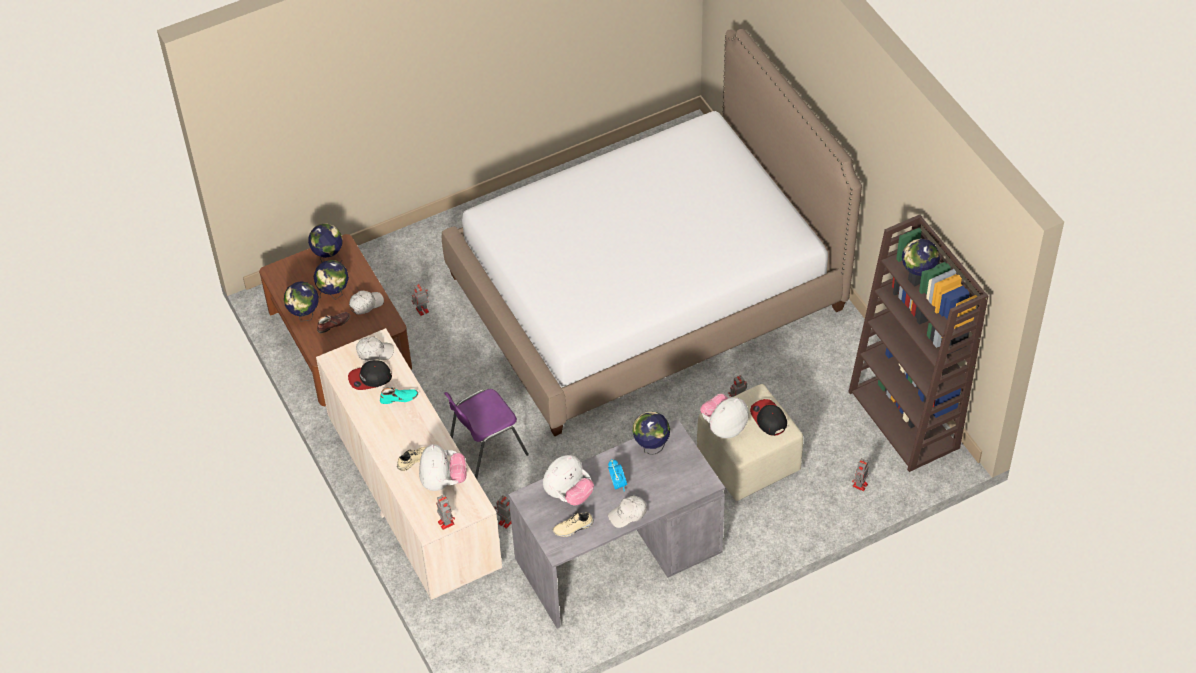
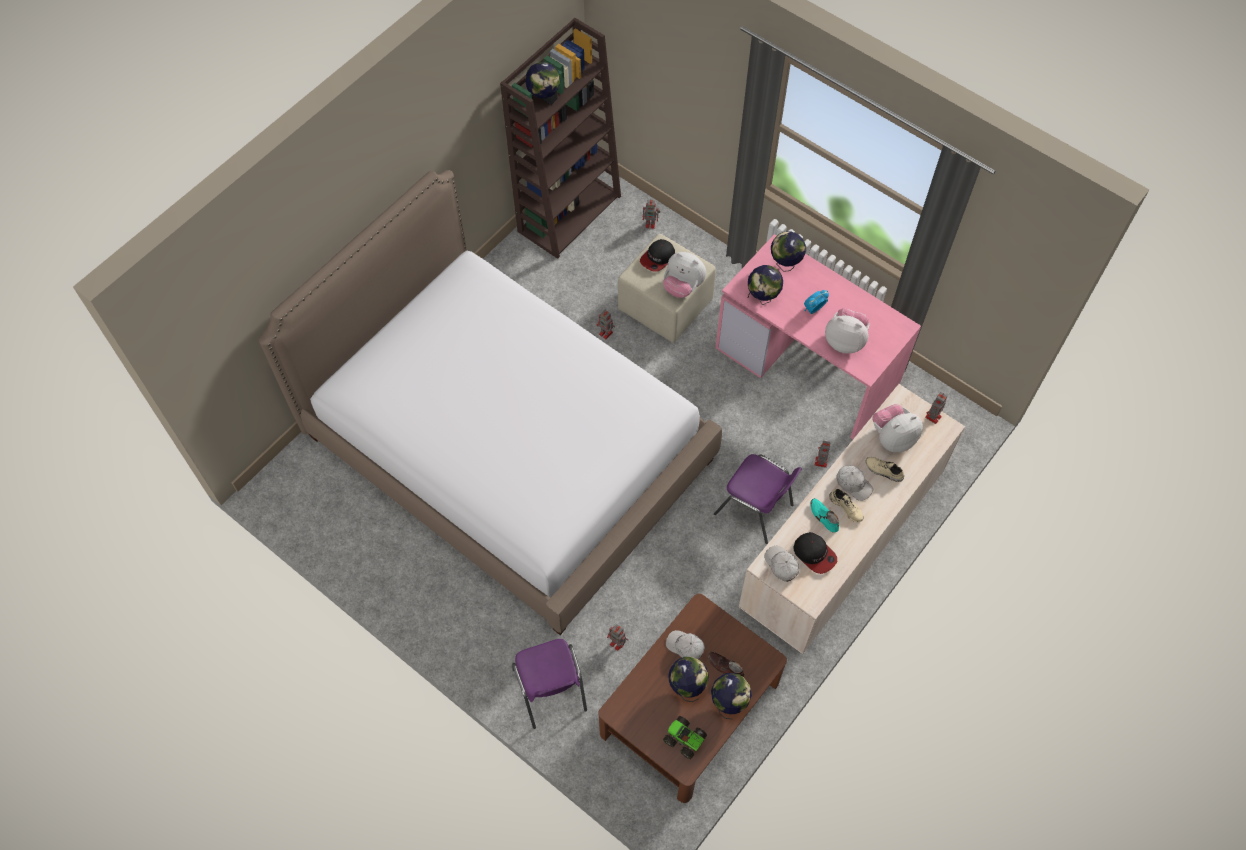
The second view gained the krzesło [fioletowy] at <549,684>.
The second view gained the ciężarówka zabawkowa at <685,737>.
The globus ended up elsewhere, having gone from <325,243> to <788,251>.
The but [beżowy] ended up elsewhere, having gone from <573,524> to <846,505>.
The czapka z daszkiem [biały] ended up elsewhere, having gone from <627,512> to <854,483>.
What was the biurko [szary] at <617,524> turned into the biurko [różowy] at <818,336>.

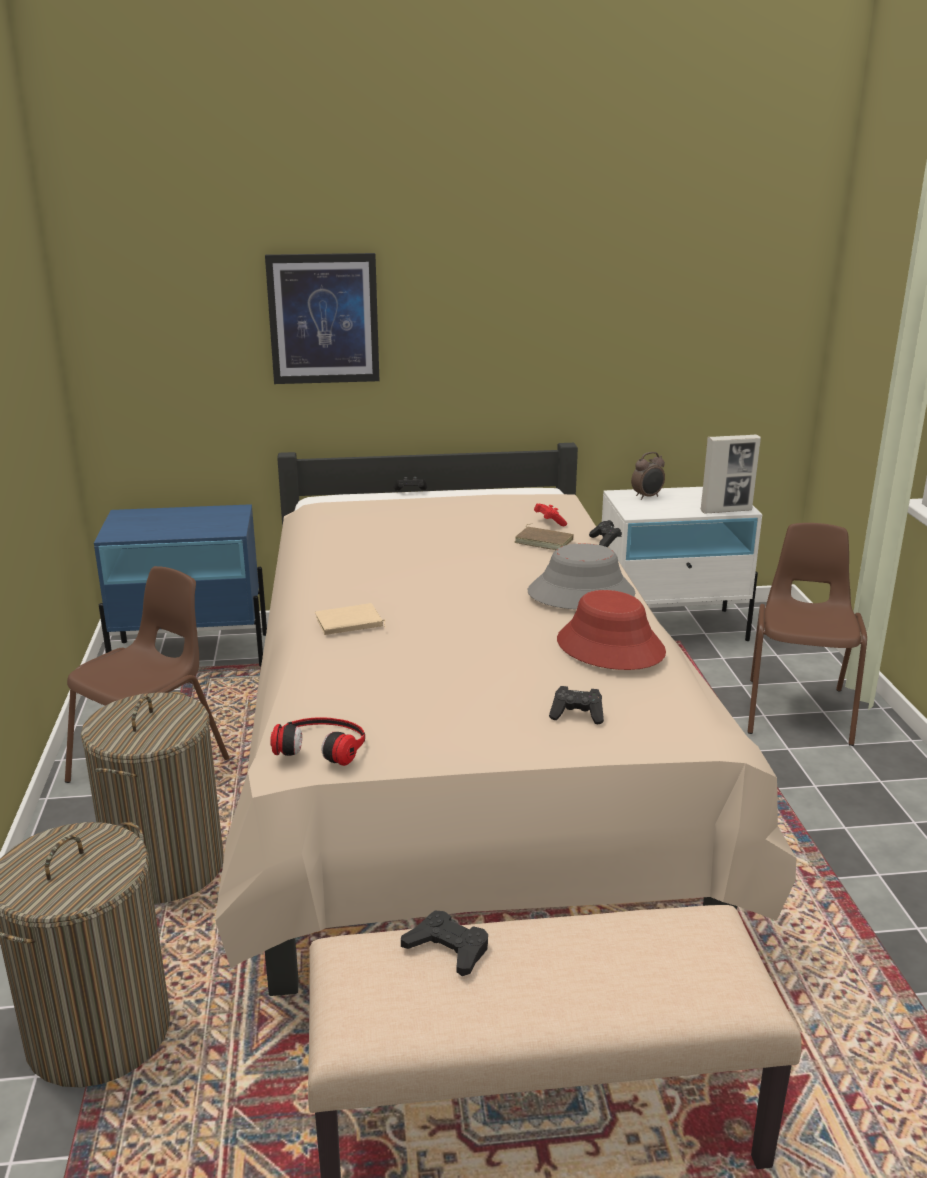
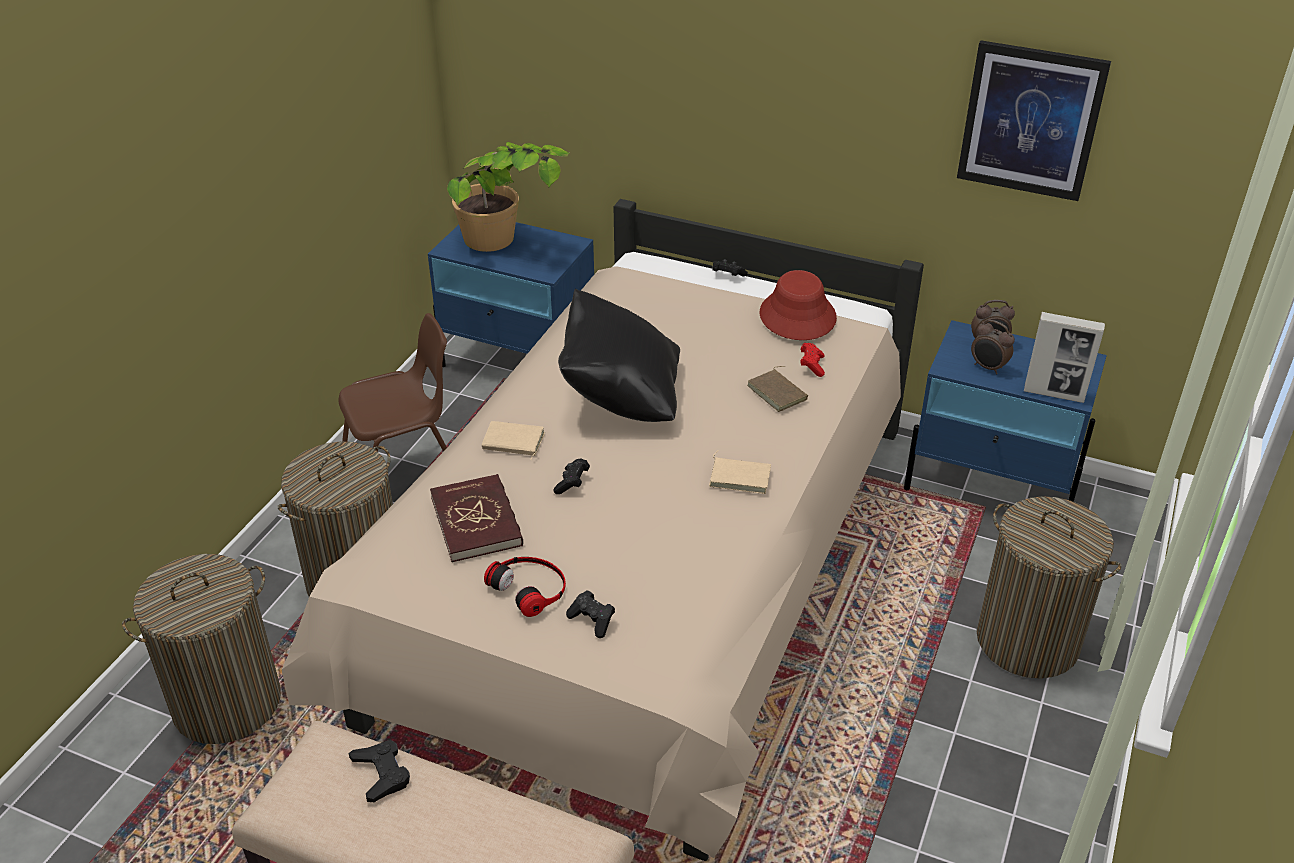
The second view gained the książka [czerwony] at <476,518>.
The second view gained the roślina doniczkowa at <508,197>.
The second view gained the poduszka [czarny] at <619,355>.
The second view gained the budzik at <993,347>.
The obraz ended up elsewhere, having gone from <322,318> to <1034,120>.
The słuchawki ended up elsewhere, having gone from <317,741> to <525,587>.
The kapelusz [czerwony] ended up elsewhere, having gone from <611,630> to <798,305>.
The pad do gier [czarny] ended up elsewhere, having gone from <605,533> to <571,476>.
Where the kapelusz [szary] stood at <581,576>, the książka [beżowy] came to stand at <740,472>.
Where the krzesło [brązowy] stood at <807,634>, the kosz na pranie came to stand at <1049,587>.
What was the szafka nocna [biały] at <682,564> turned into the szafka nocna [niebieski] at <1005,411>.

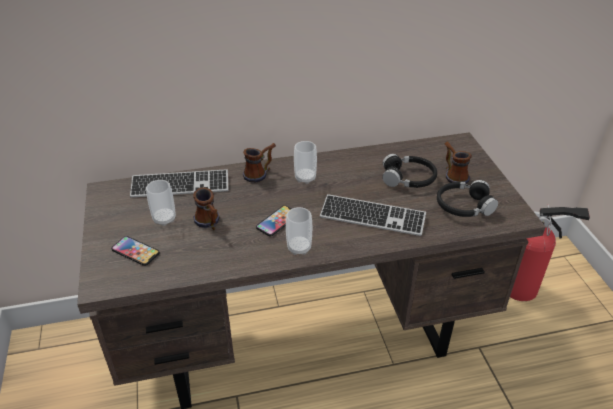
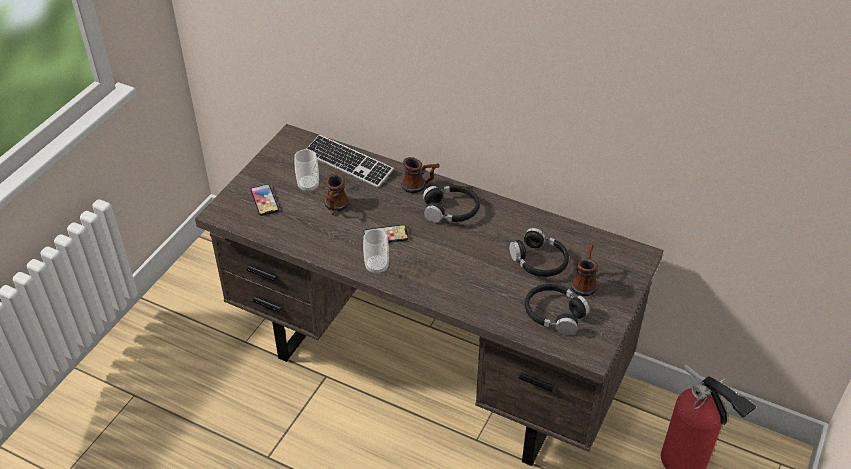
The second view lost the klawiatura at <373,215>.
Where the filiżanka stood at <305,162>, the słuchawki [czarny] came to stand at <451,204>.

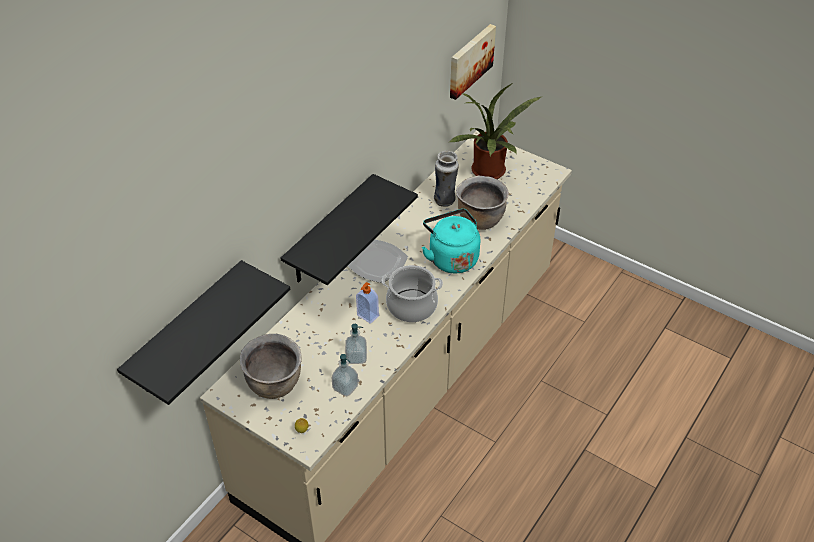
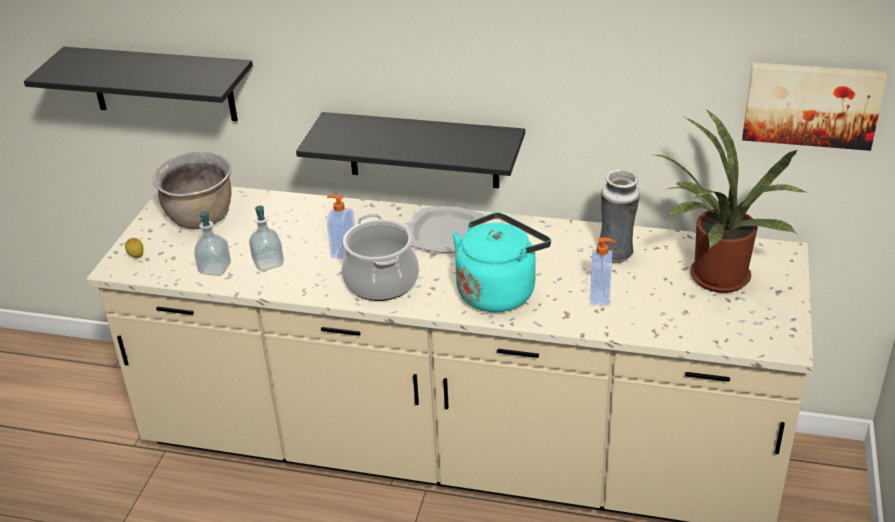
Where the garnek [brązowy] stood at <482,203>, the dozownik mydła came to stand at <602,271>.

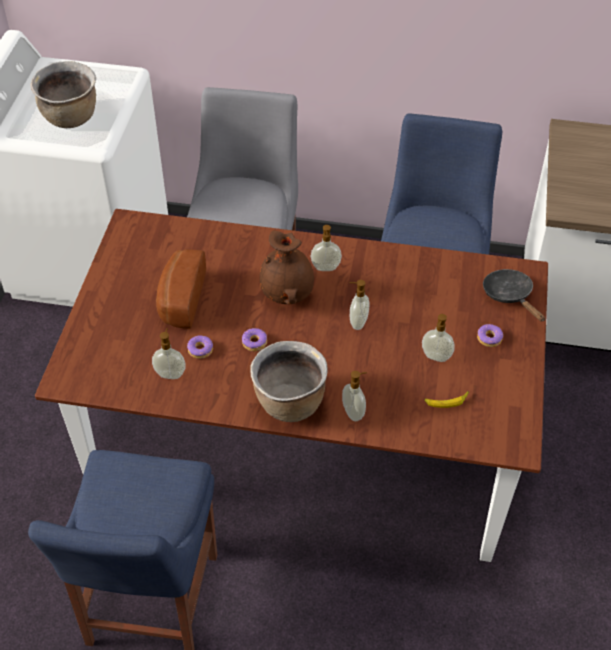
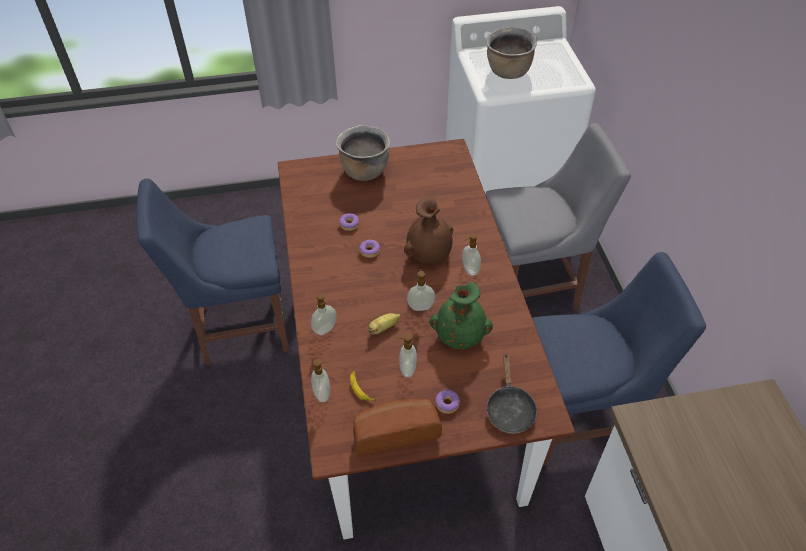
The second view gained the banan at <384,323>.
The second view gained the wazon [zielony] at <461,315>.
The dozownik mydła ended up elsewhere, having gone from <169,353> to <320,380>.
The chleb ended up elsewhere, having gone from <181,289> to <397,427>.
The garnek [brązowy] ended up elsewhere, having gone from <289,381> to <363,153>.
The patelnia [czarny] at <514,295> ended up facing another way, 135 degrees clockwise from before.

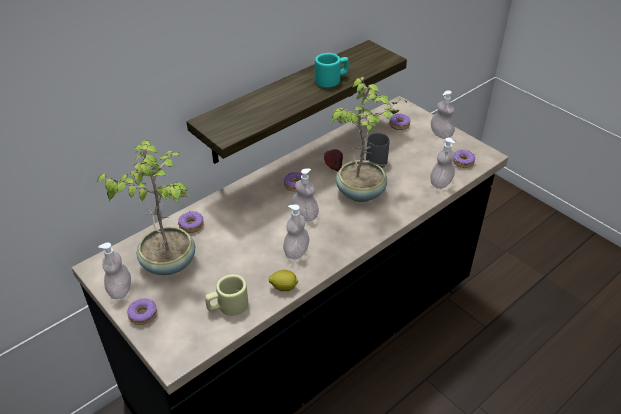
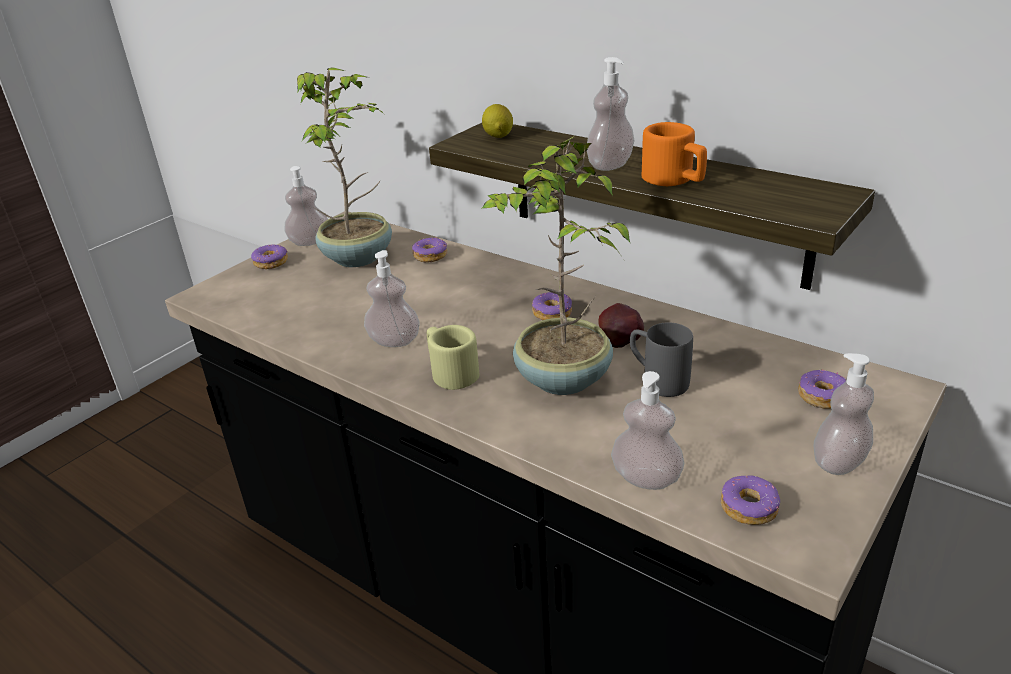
The kubek [beżowy] ended up elsewhere, having gone from <226,295> to <453,357>.
The cytryna ended up elsewhere, having gone from <283,280> to <497,121>.
The dozownik mydła ended up elsewhere, having gone from <305,195> to <610,114>.
What was the kubek [turkusowy] at <332,70> turned into the kubek [pomarańczowy] at <674,154>.

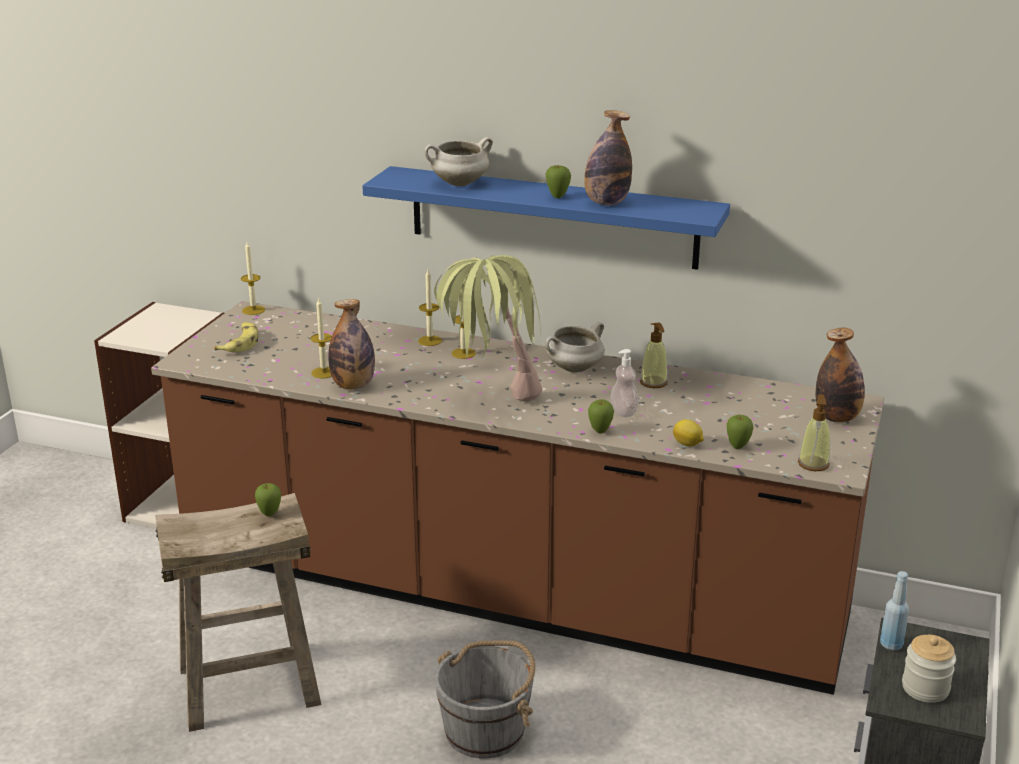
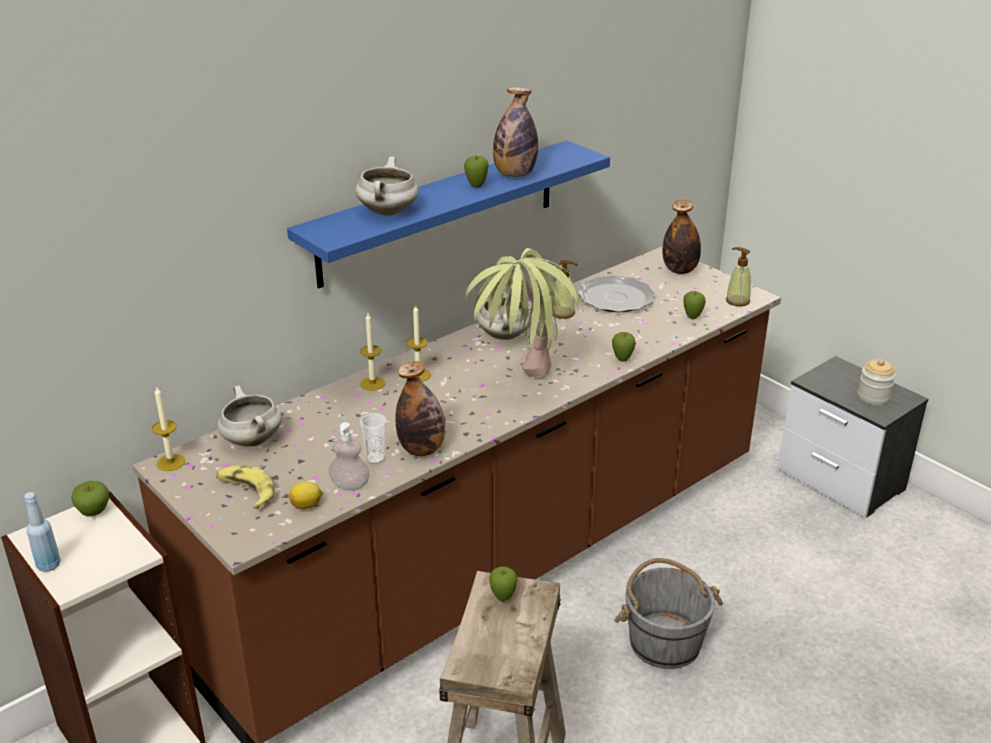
The second view gained the jabłko at <90,498>.
The second view gained the garnek [biały] at <249,416>.
The second view gained the talerz at <616,293>.
The dozownik mydła ended up elsewhere, having gone from <624,383> to <349,456>.
The cytryna ended up elsewhere, having gone from <688,432> to <306,495>.
The butelka [niebieski] ended up elsewhere, having gone from <894,611> to <42,532>.
Where the świeca stood at <321,337>, the filiżanka came to stand at <373,438>.

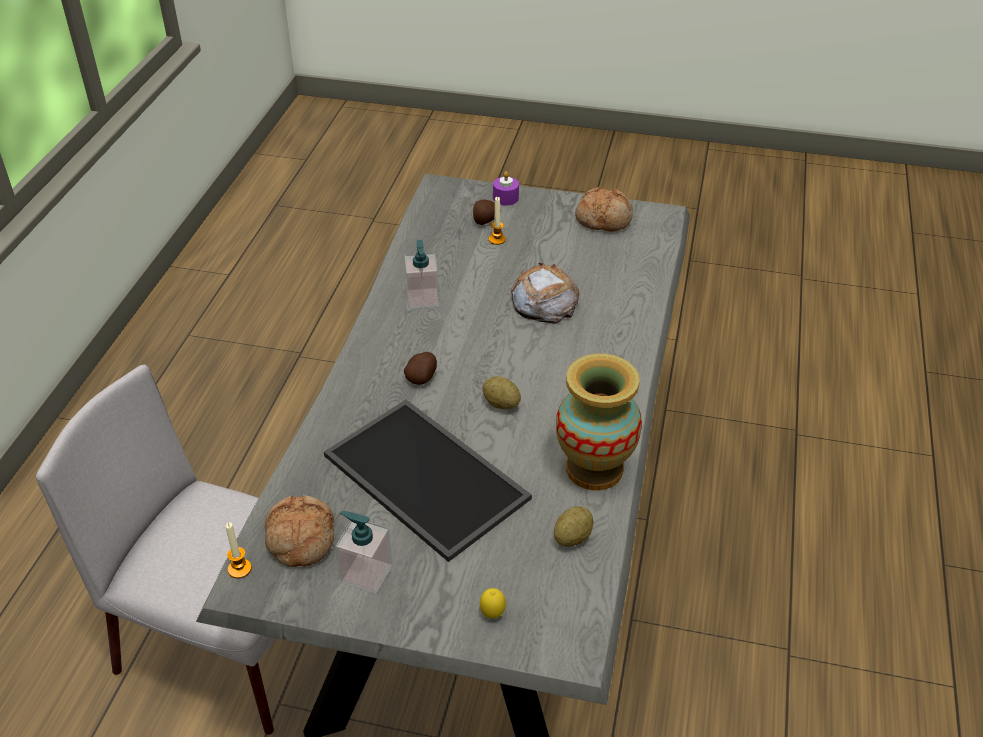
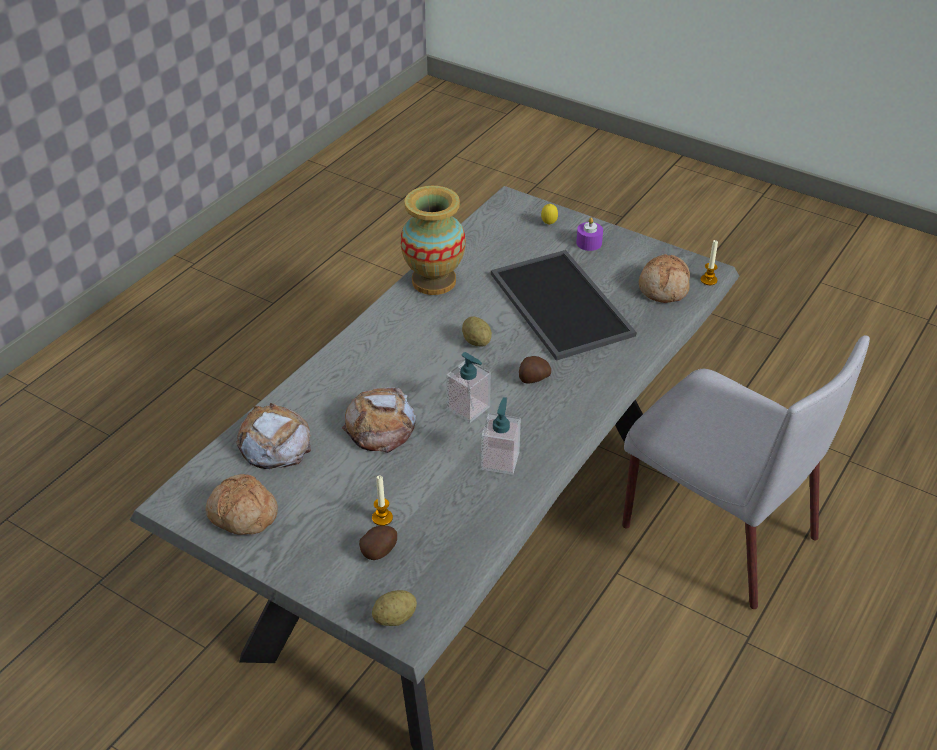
The second view gained the chleb at <273,436>.
The dozownik mydła ended up elsewhere, having gone from <364,552> to <468,387>.
The świeca [fioletowy] ended up elsewhere, having gone from <506,188> to <589,234>.
The ziemniak ended up elsewhere, having gone from <573,527> to <394,608>.

